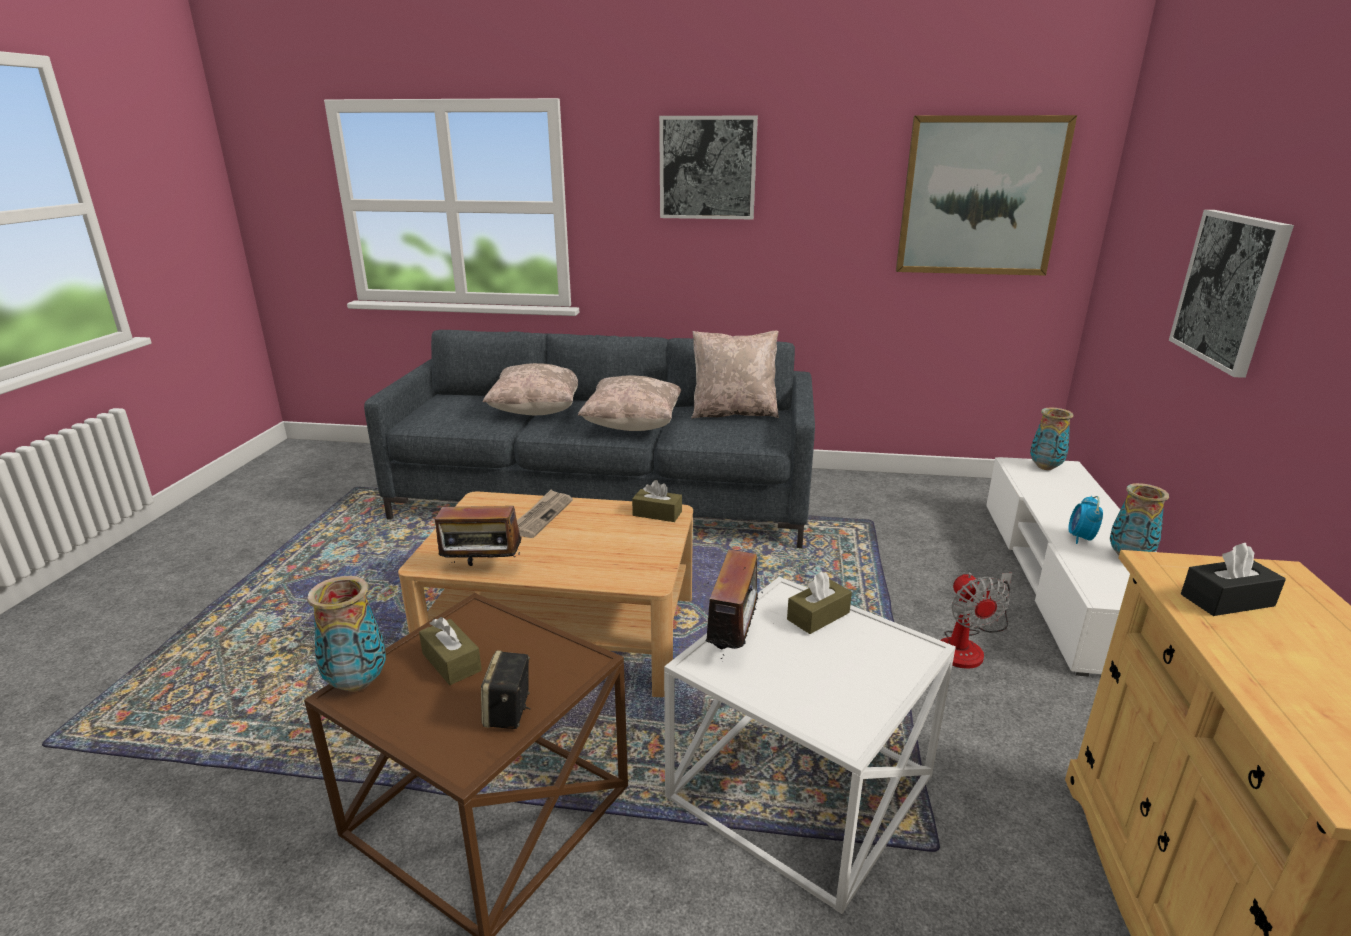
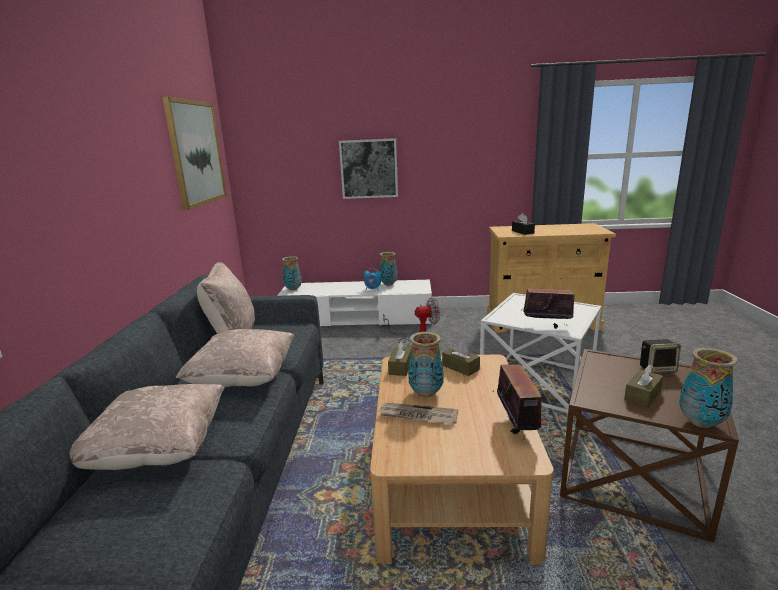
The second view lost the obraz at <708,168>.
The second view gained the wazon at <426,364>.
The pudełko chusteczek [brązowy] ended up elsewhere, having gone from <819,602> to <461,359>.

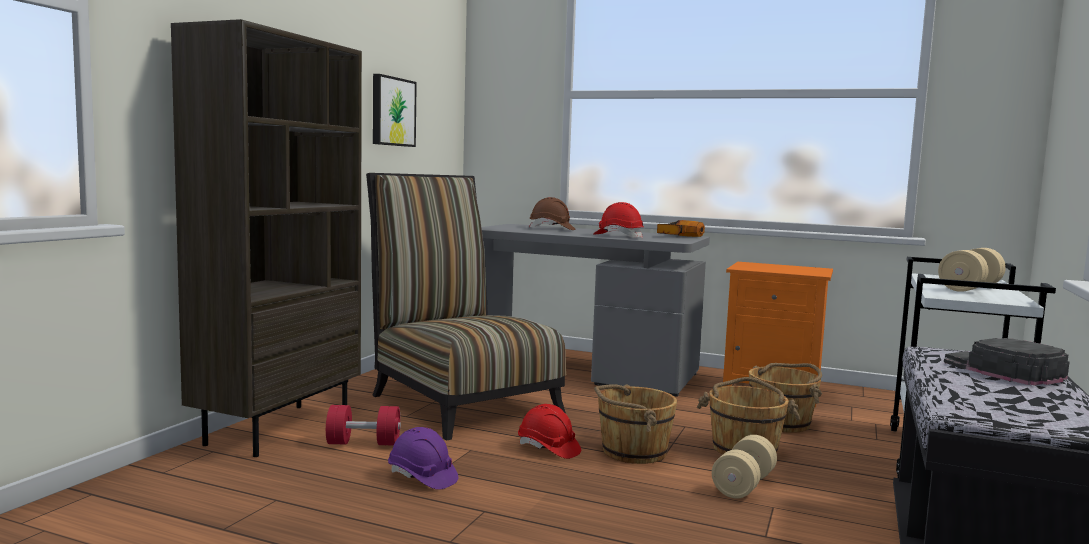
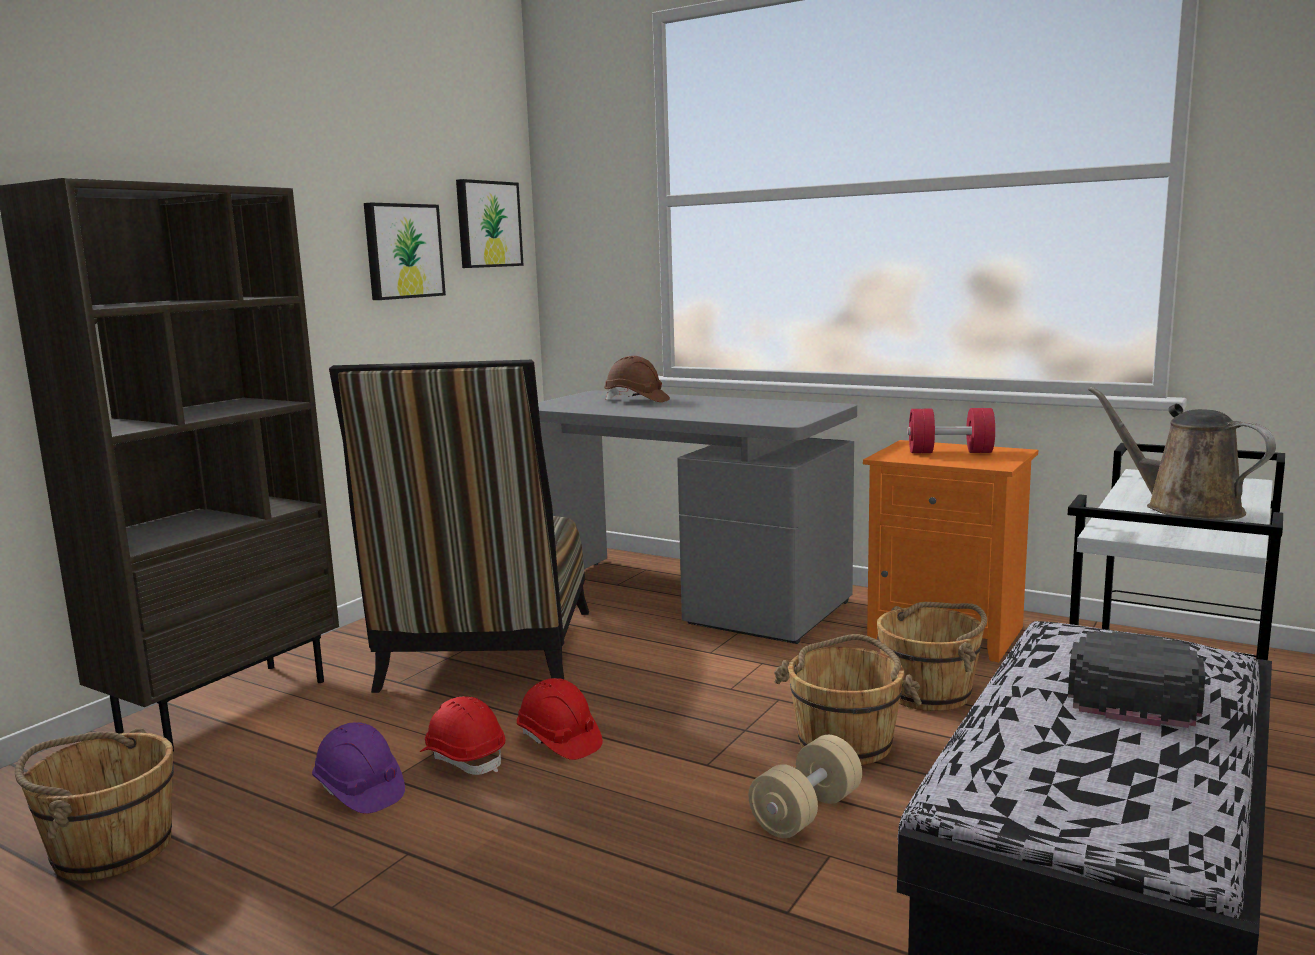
The second view lost the wiertarka at <681,228>.
The second view gained the obraz at <490,223>.
The hantel [czerwony] ended up elsewhere, having gone from <363,425> to <951,430>.
The kask [czerwony] ended up elsewhere, having gone from <618,220> to <462,735>.
The wiadro [brązowy] ended up elsewhere, having gone from <635,424> to <94,804>.
Where the hantel [beżowy] stood at <972,270>, the konewka [brązowy] came to stand at <1182,453>.
The krzesło at <466,306> ended up facing another way, 150 degrees counterclockwise from before.
The czapka z daszkiem [czarny] at <1007,361> ended up facing another way, 45 degrees clockwise from before.

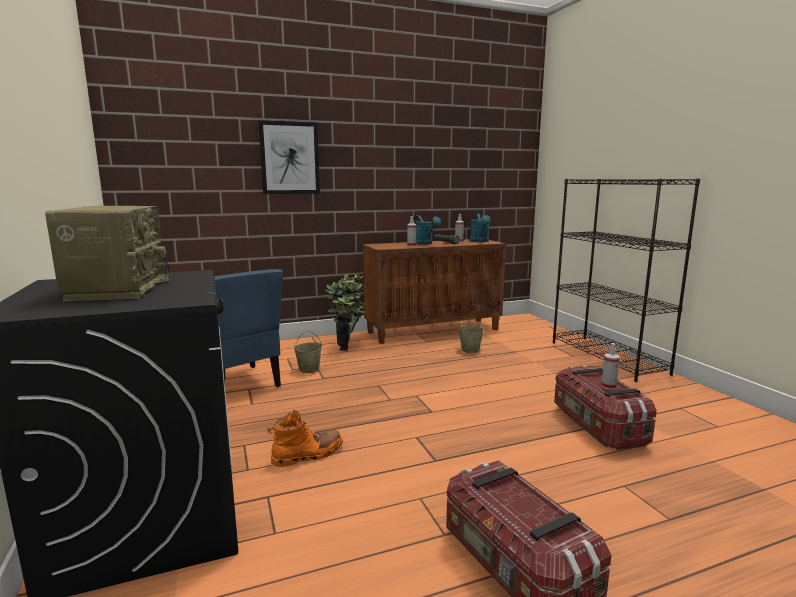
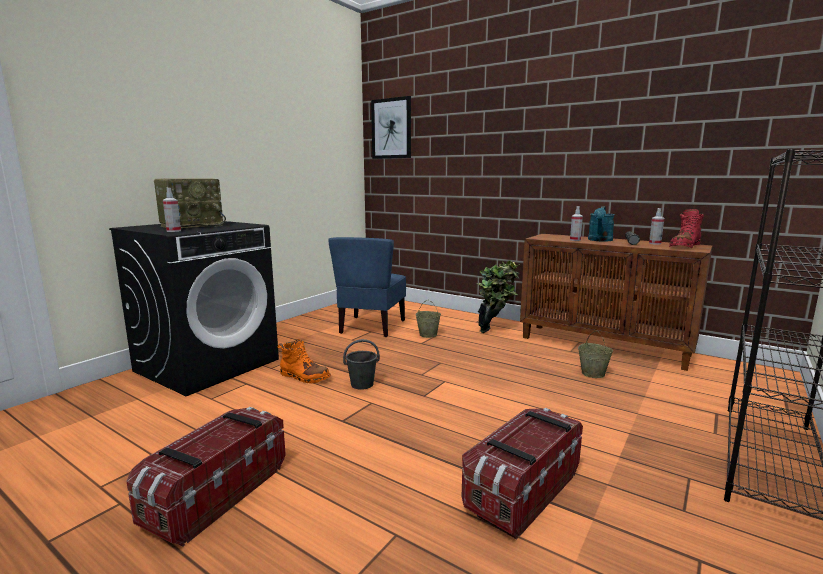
The second view gained the wiadro [szary] at <361,364>.
The obraz ended up elsewhere, having gone from <289,157> to <391,127>.
The spryskiwacz ended up elsewhere, having gone from <610,366> to <172,210>.
Where the konewka [turkusowy] stood at <480,228>, the but z cholewką [czerwony] came to stand at <686,228>.

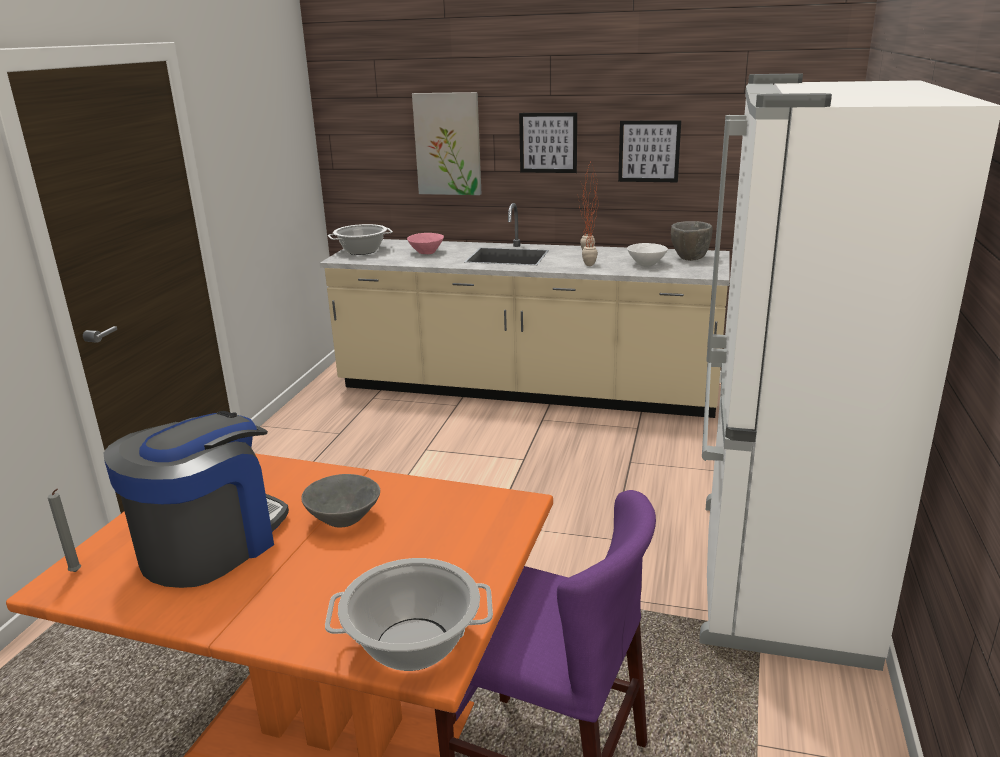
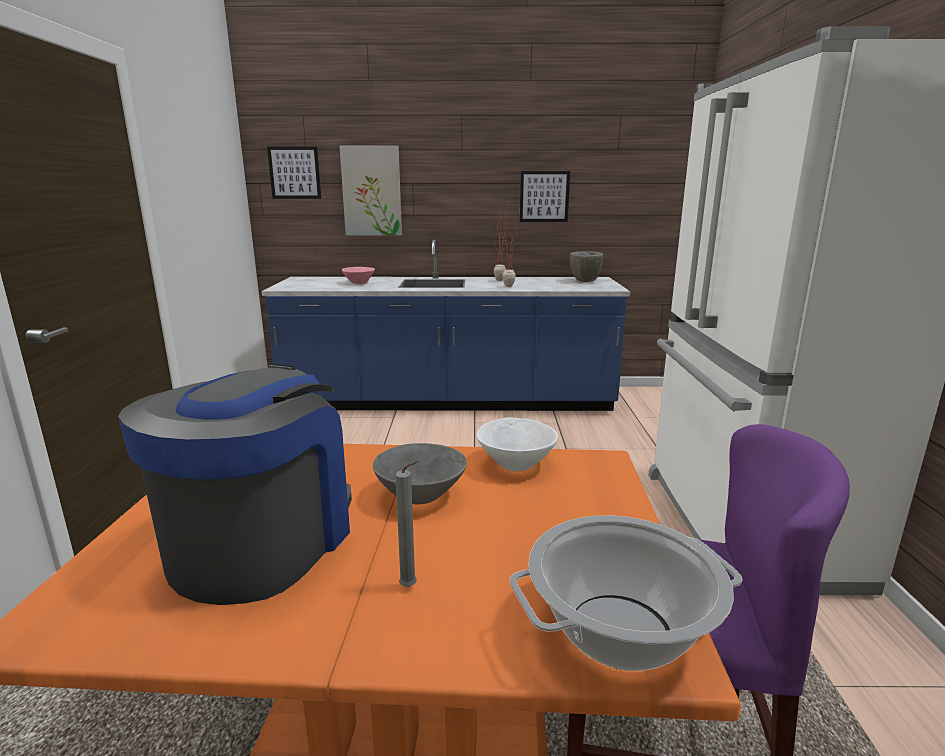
The second view lost the garnek at <360,239>.
The świeca [szary] ended up elsewhere, having gone from <64,530> to <406,524>.
The obraz ended up elsewhere, having gone from <548,143> to <294,173>.
The miska [biały] ended up elsewhere, having gone from <647,254> to <517,444>.
What was the zabudowa kuchenna [beżowy] at <525,310> turned into the zabudowa kuchenna [niebieski] at <445,325>.

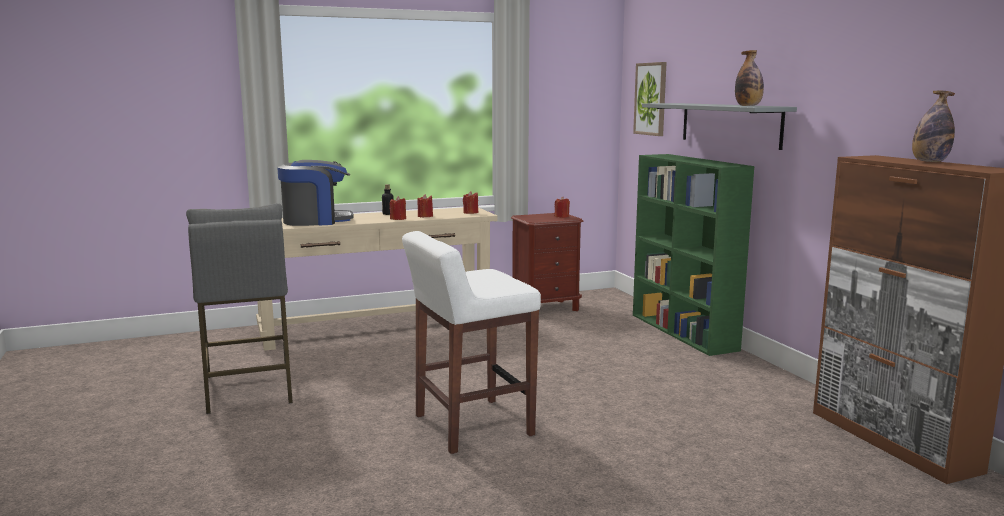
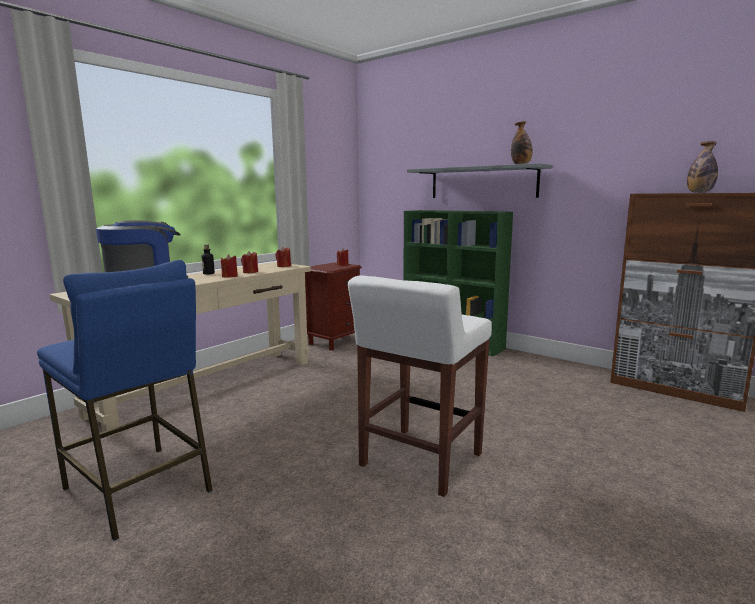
The second view lost the obraz at <650,99>.
What was the stołek [szary] at <239,308> turned into the stołek [niebieski] at <125,400>.

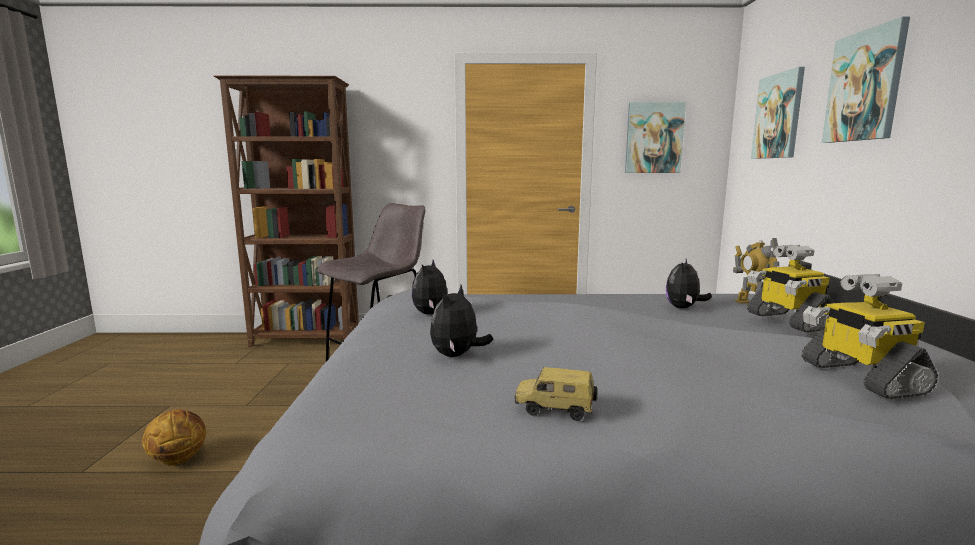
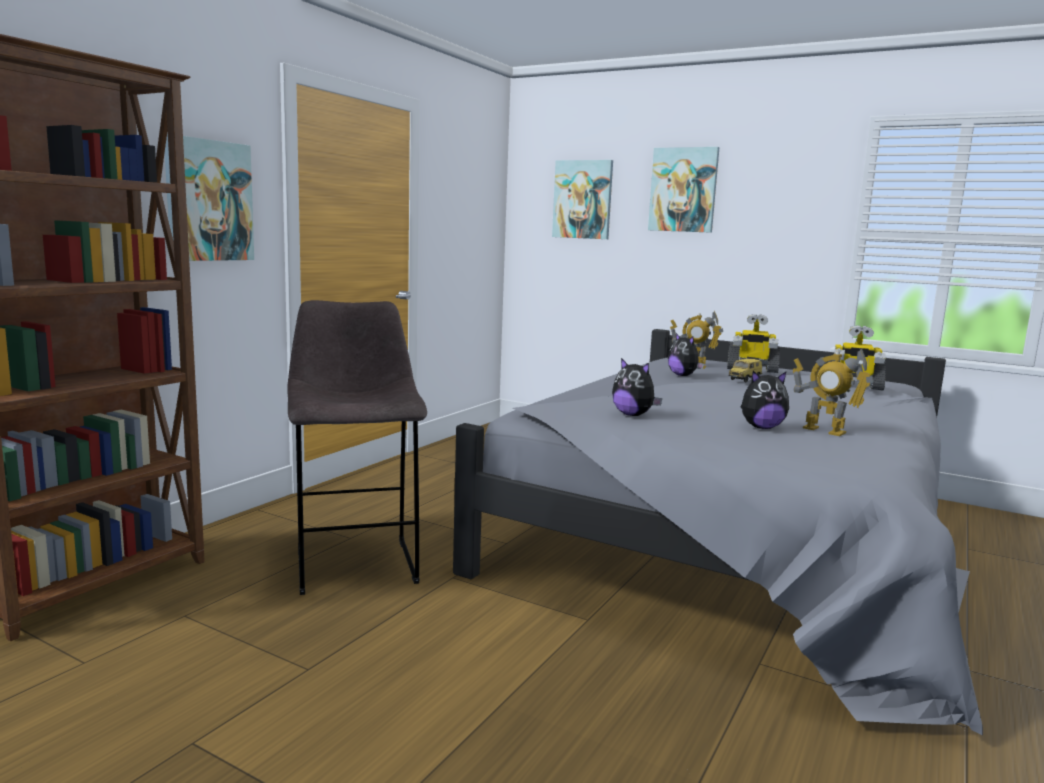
The second view lost the piłka do koszykówki at <174,437>.
The second view gained the robot zabawkowy at <833,392>.
The samochodzik ended up elsewhere, having gone from <556,394> to <745,371>.
The obraz ended up elsewhere, having gone from <655,137> to <209,197>.
The pluszak at <461,321> ended up facing another way, 60 degrees counterclockwise from before.

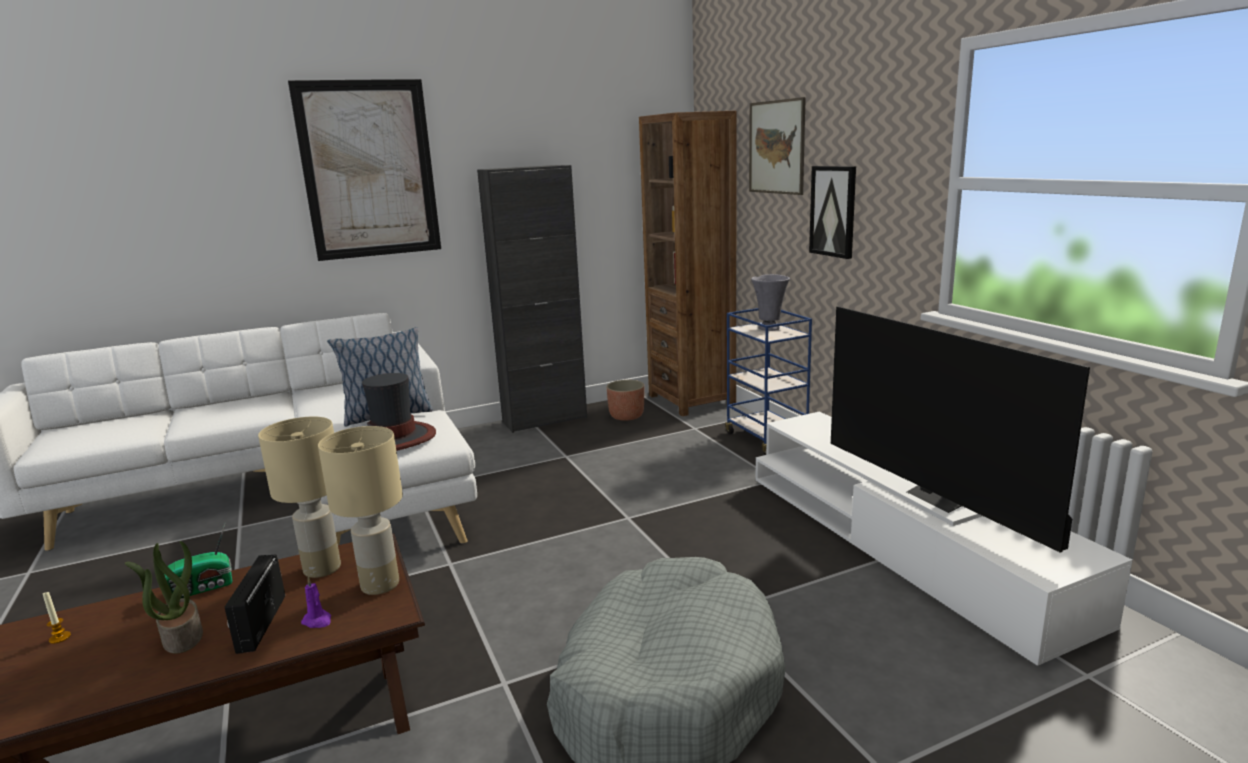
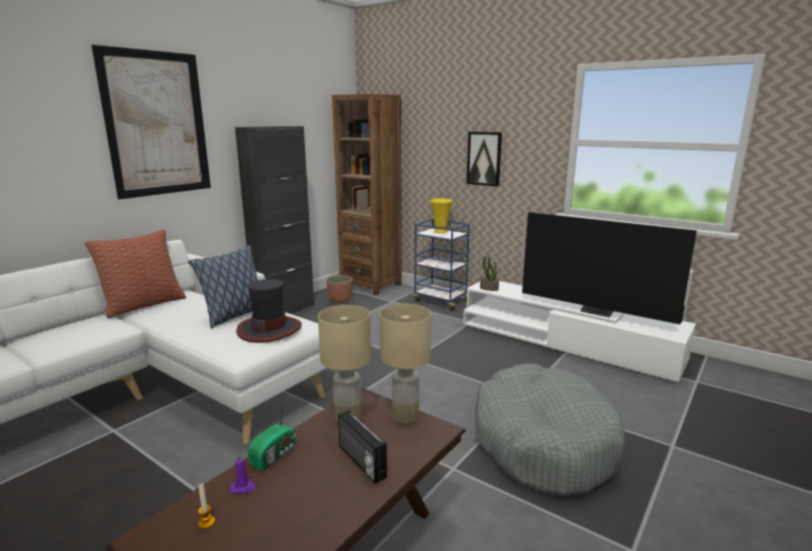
The second view lost the obraz at <777,146>.
The second view gained the poduszka at <135,274>.
The roślina doniczkowa ended up elsewhere, having gone from <164,597> to <489,273>.
The świeca [fioletowy] ended up elsewhere, having gone from <316,602> to <243,473>.
What was the wazon [szary] at <770,302> turned into the wazon [żółty] at <441,215>.

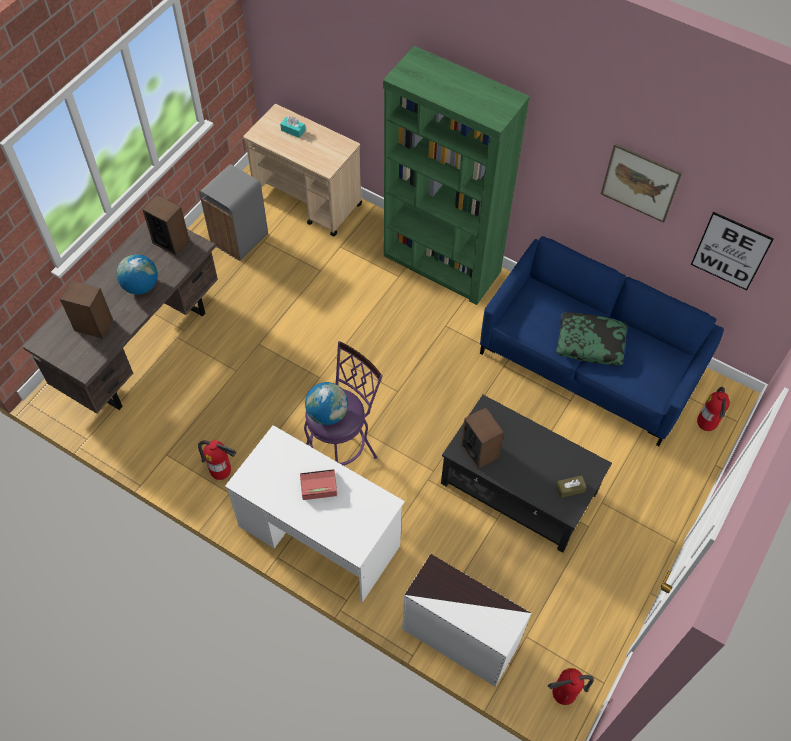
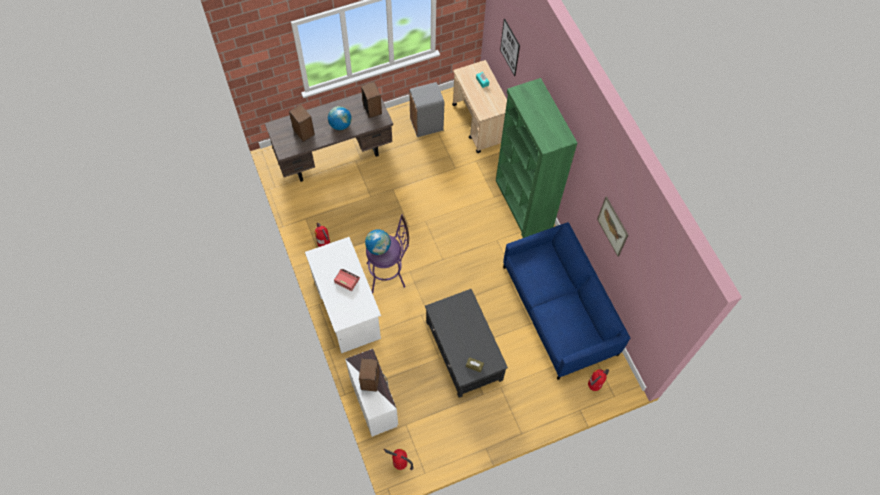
The second view lost the poduszka at <591,338>.
The głośnik ended up elsewhere, having gone from <482,438> to <369,375>.
The obraz ended up elsewhere, having gone from <732,251> to <510,47>.

